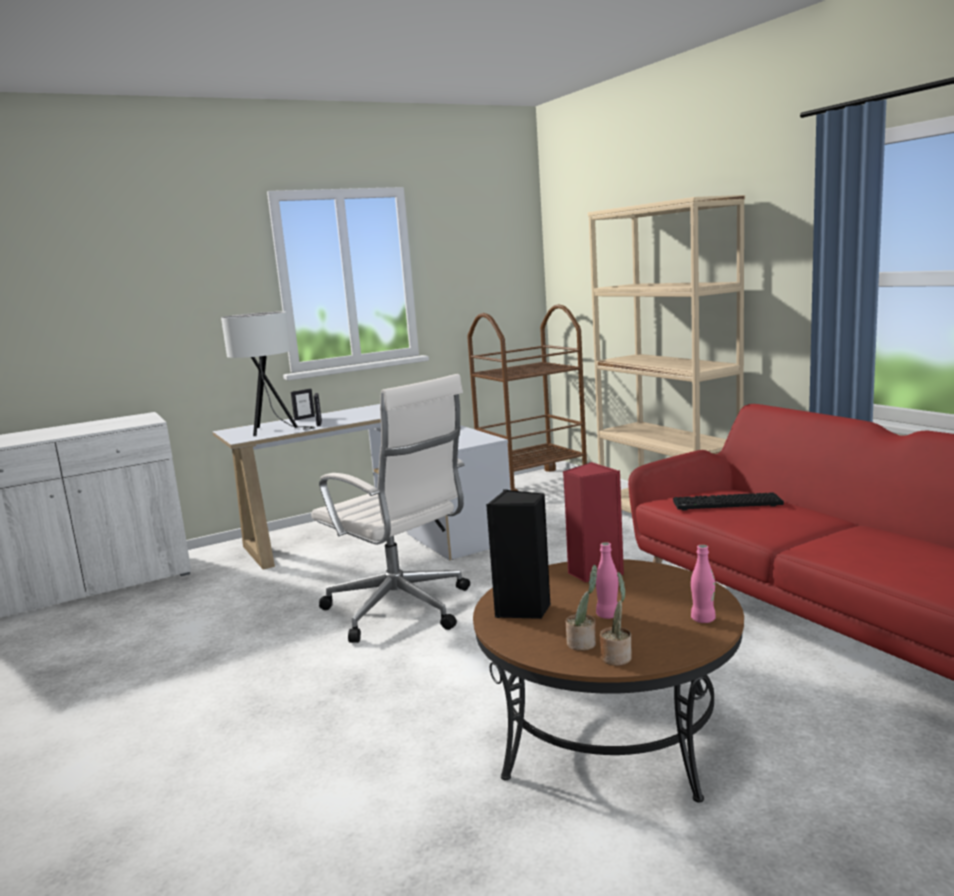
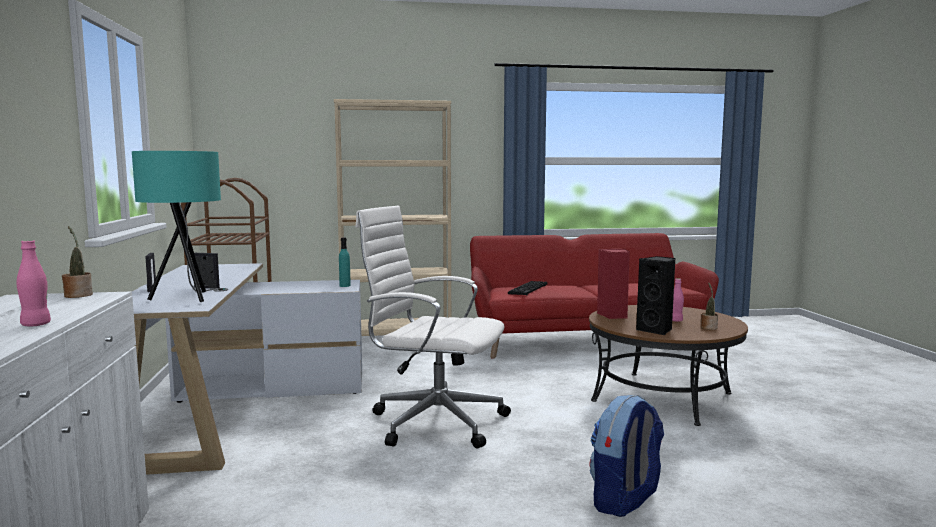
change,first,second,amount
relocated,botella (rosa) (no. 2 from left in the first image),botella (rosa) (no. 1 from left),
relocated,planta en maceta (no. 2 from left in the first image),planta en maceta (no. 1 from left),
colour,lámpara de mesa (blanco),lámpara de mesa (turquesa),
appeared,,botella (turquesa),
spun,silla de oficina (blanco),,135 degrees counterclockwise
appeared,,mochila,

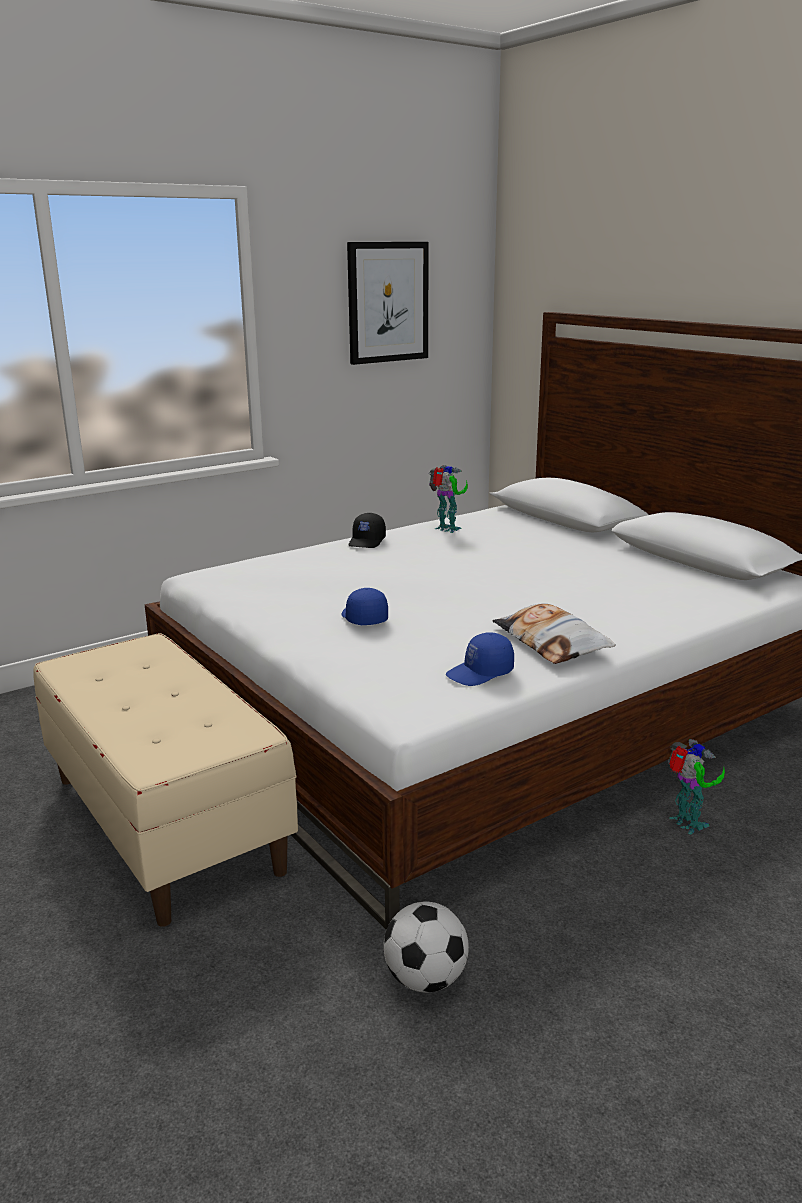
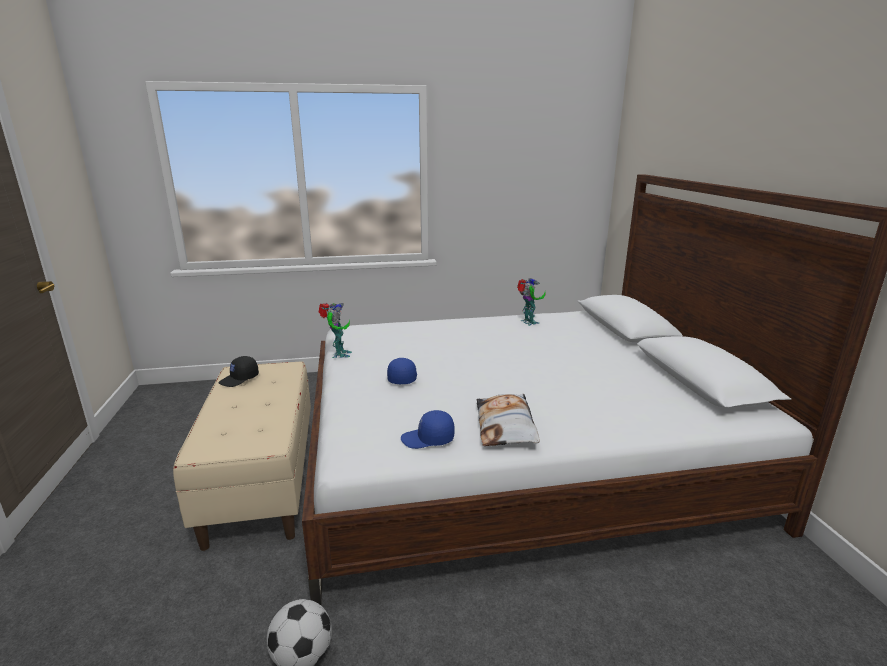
change,first,second,amount
relocated,gorra (negro),,
relocated,robot de juguete (no. 2 from left in the first image),robot de juguete (no. 1 from left),
missing,cuadro,,

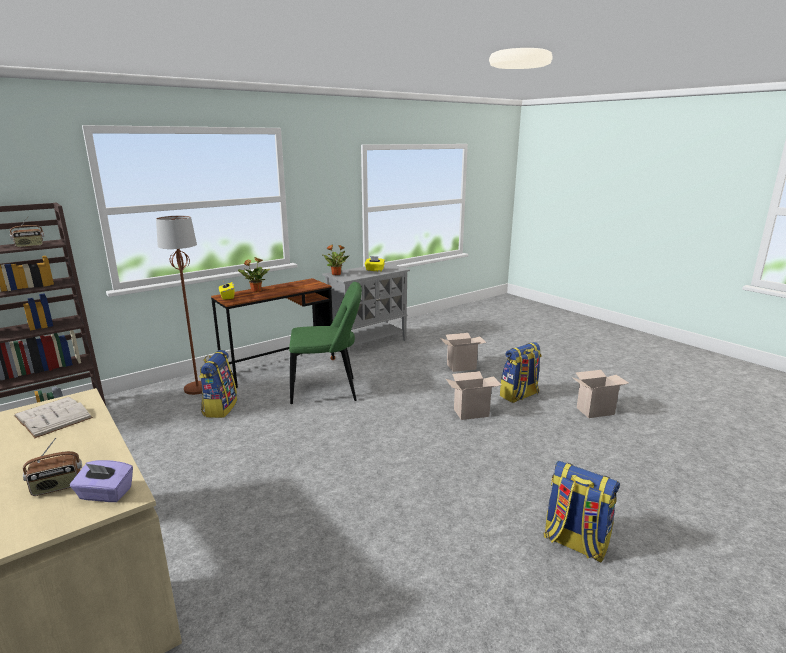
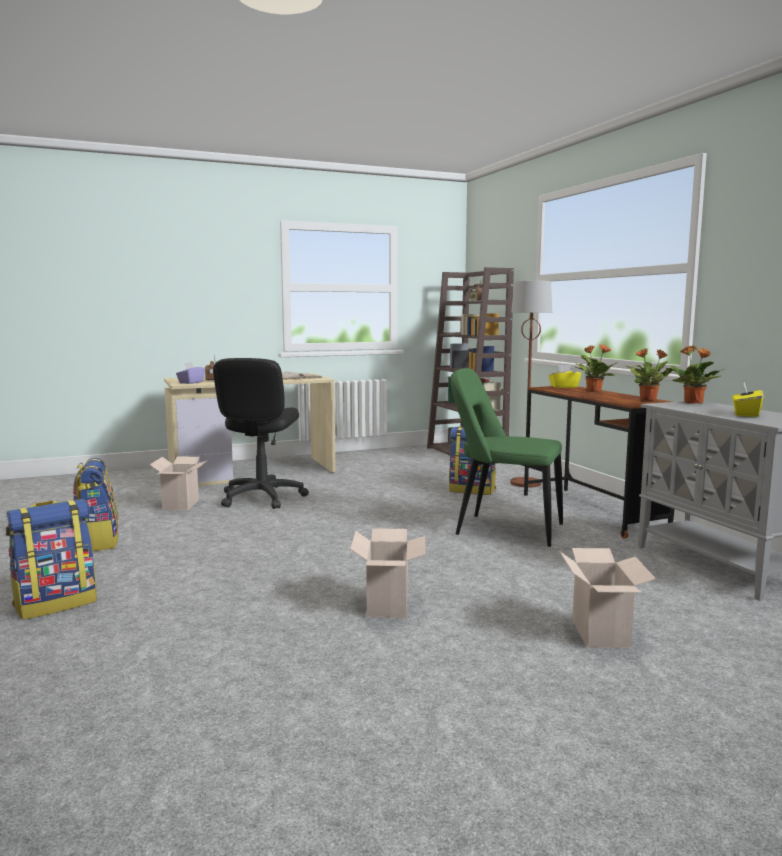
change,first,second,amount
relocated,mochila (no. 2 from left),,
relocated,caja de cartón (no. 3 from left in the first image),caja de cartón (no. 1 from left),
appeared,,silla de oficina (negro),
spun,silla (verde),,105 degrees clockwise
appeared,,planta en maceta (no. 2 from left),

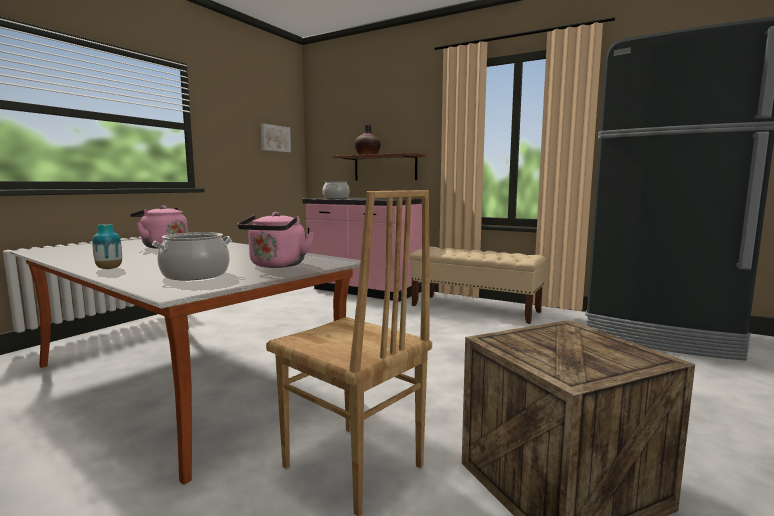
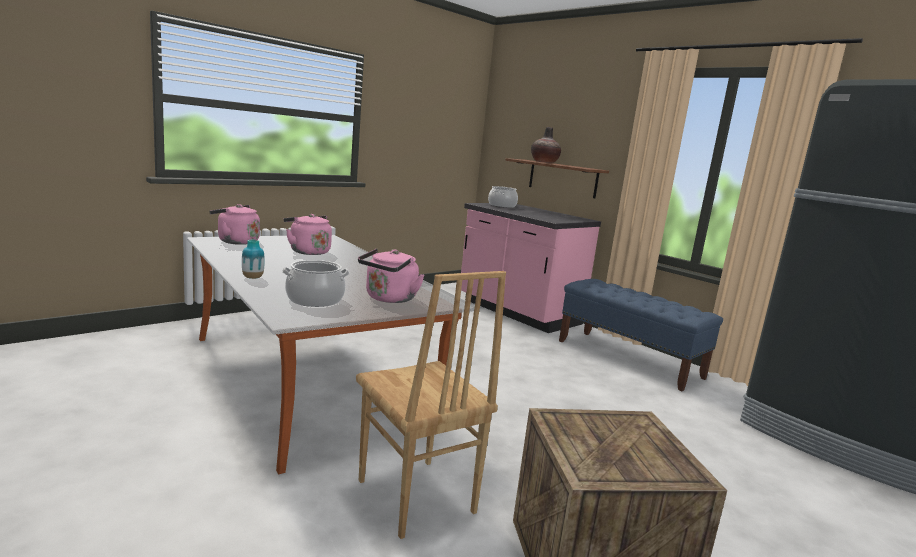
change,first,second,amount
appeared,,hervidor (rosa) (no. 1 from left),
colour,banco (beis),banco (azul),
missing,cuadro,,

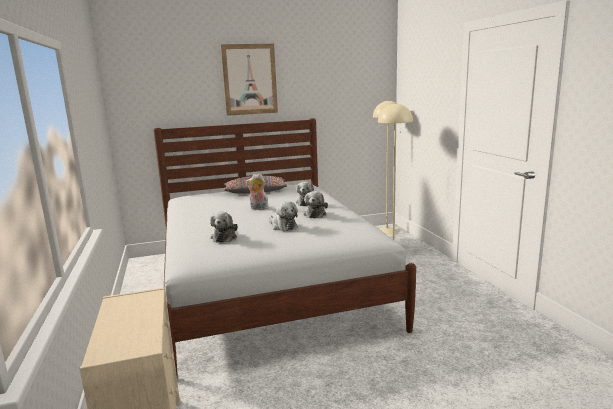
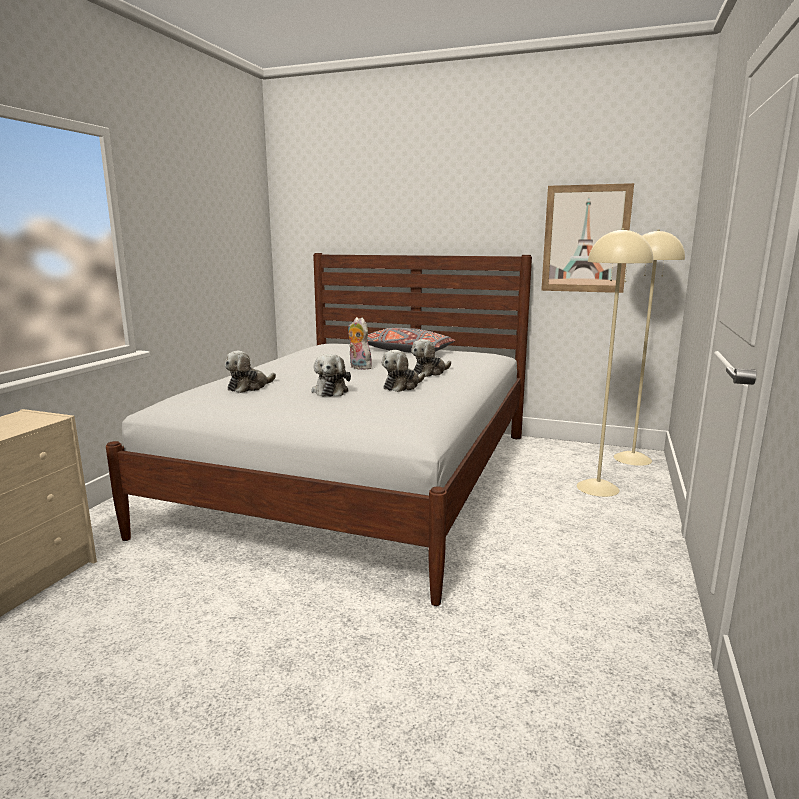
change,first,second,amount
relocated,cuadro,,

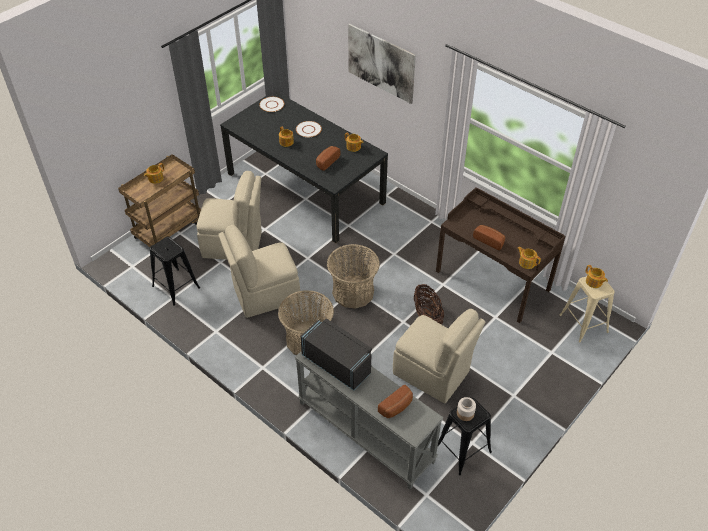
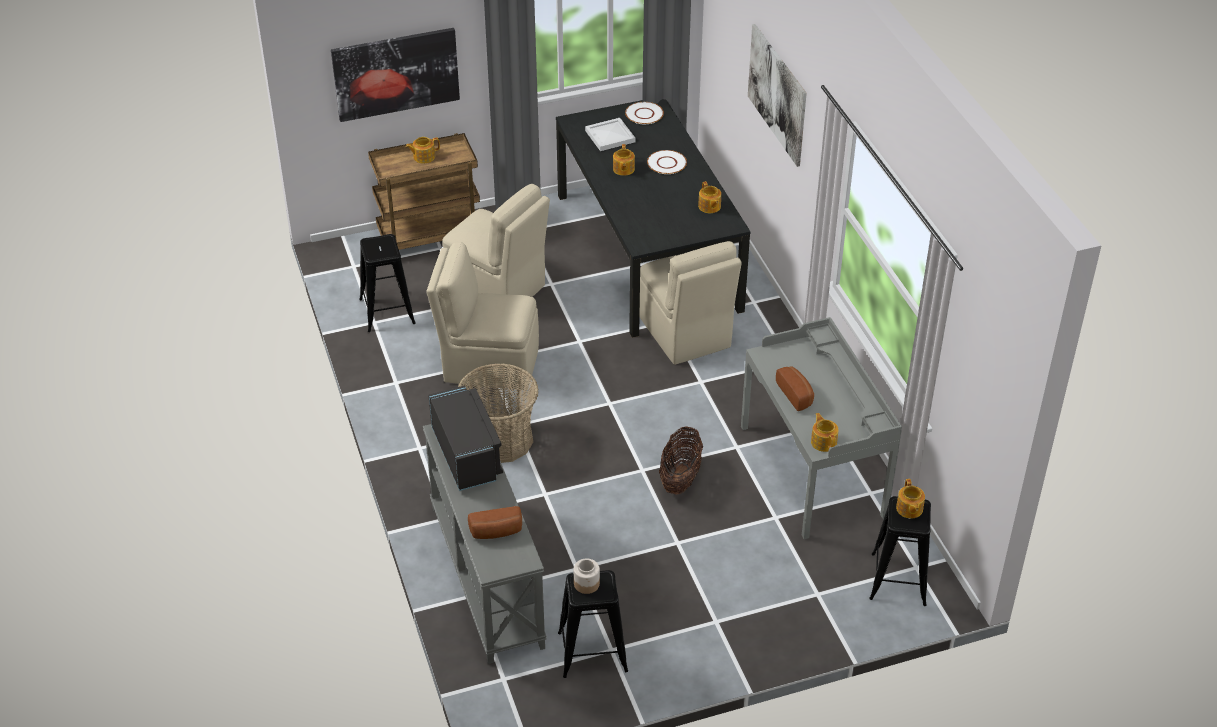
change,first,second,amount
appeared,,cuadro (no. 1 from left),
appeared,,bandeja (blanco),
relocated,silla (beis) (no. 3 from left),,
colour,escritorio (marrón),escritorio (gris),
colour,taburete (beis),taburete (negro) (no. 3 from left),
missing,pan (no. 1 from left),,
missing,cesta (no. 2 from left),,

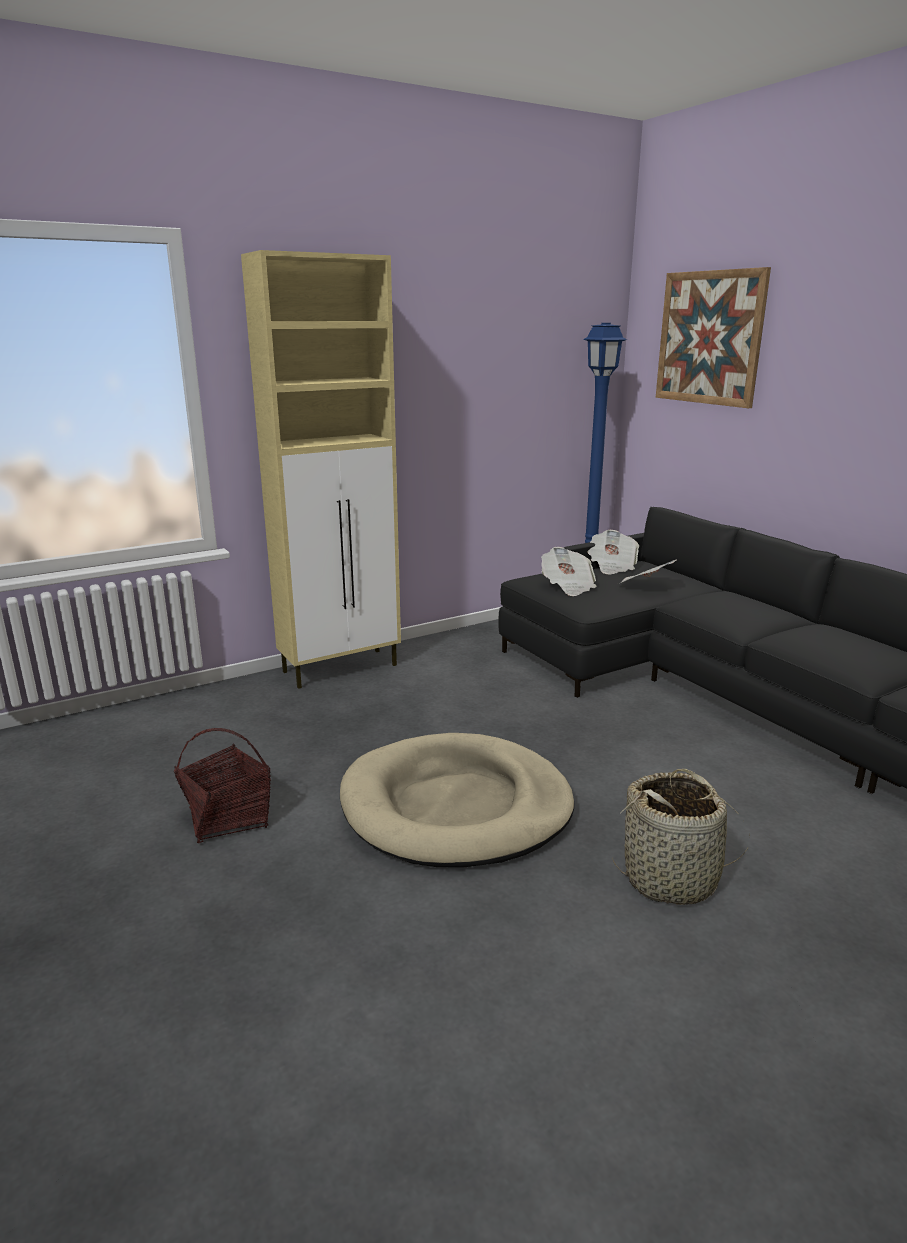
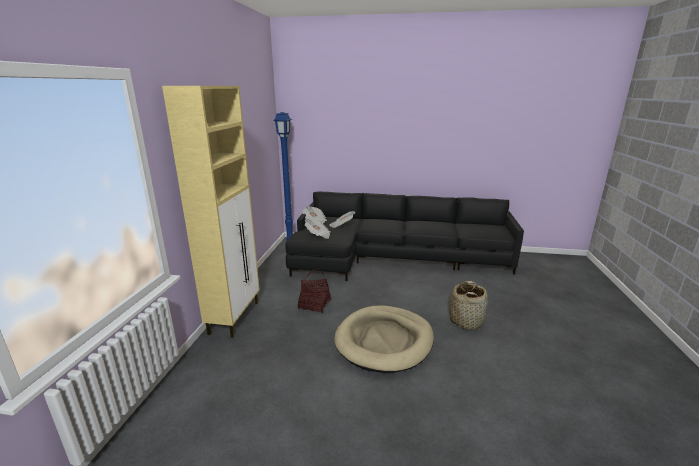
change,first,second,amount
relocated,cesta (no. 1 from left),,
missing,cuadro,,

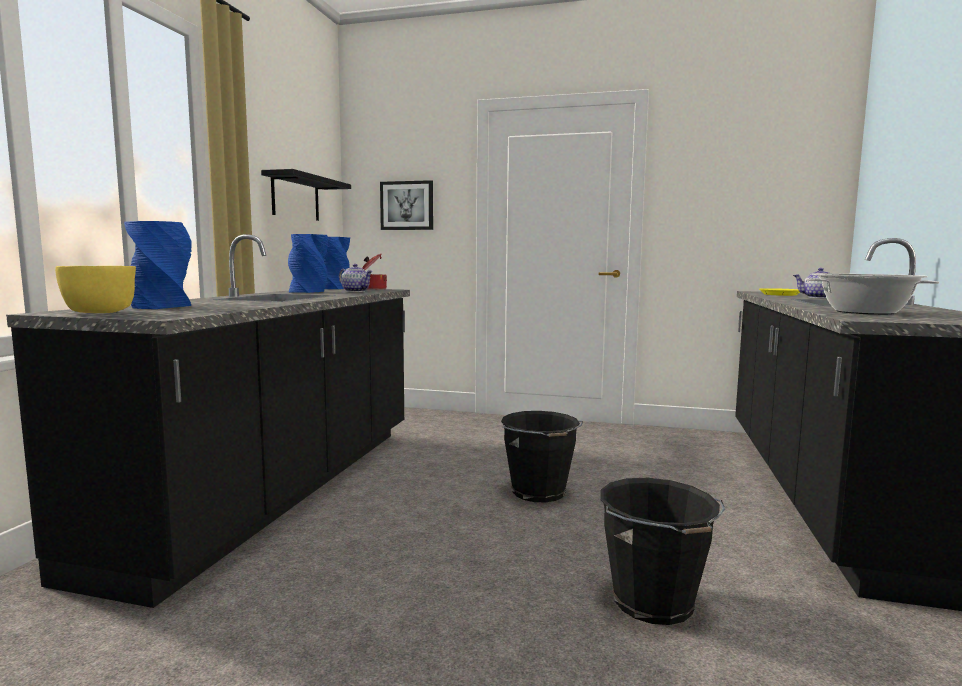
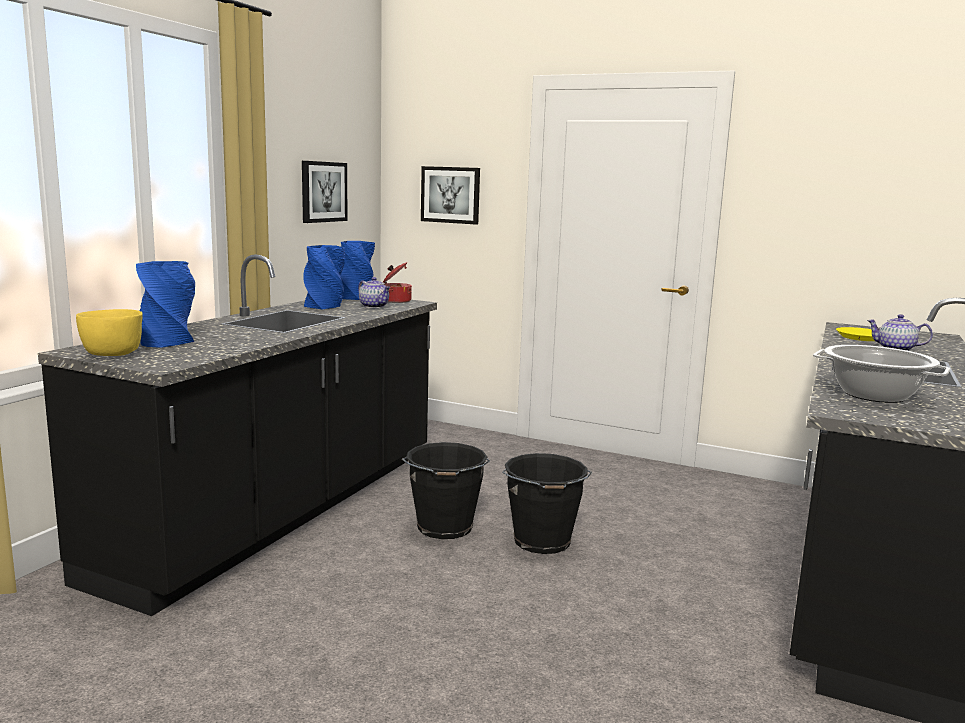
change,first,second,amount
exchanged,estante (negro),cuadro (no. 1 from left),
relocated,cubo (negro) (no. 2 from left in the first image),cubo (negro) (no. 1 from left),

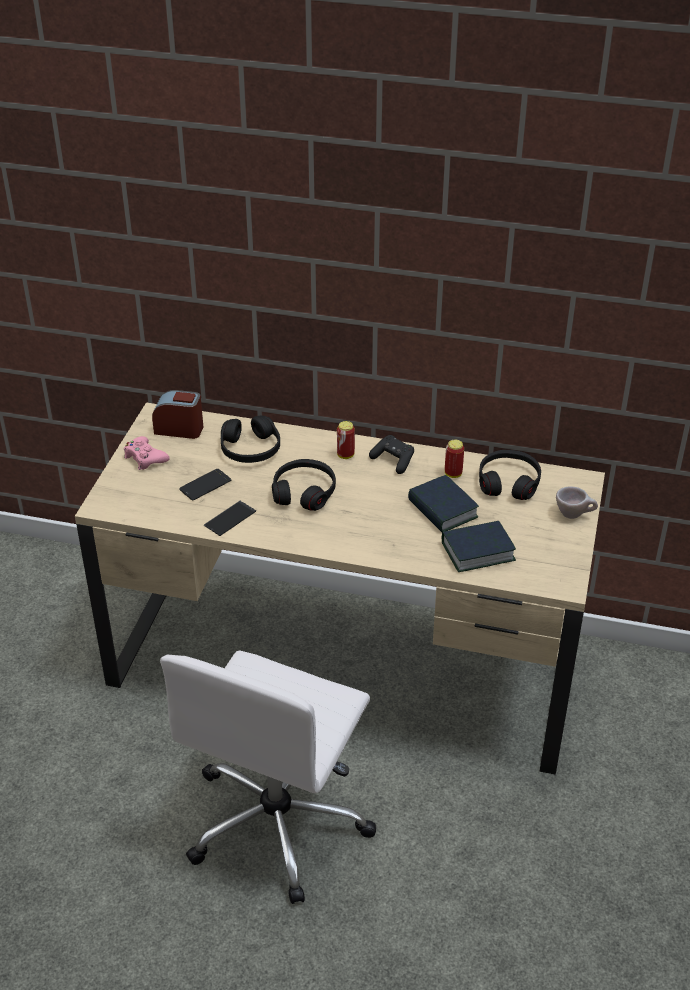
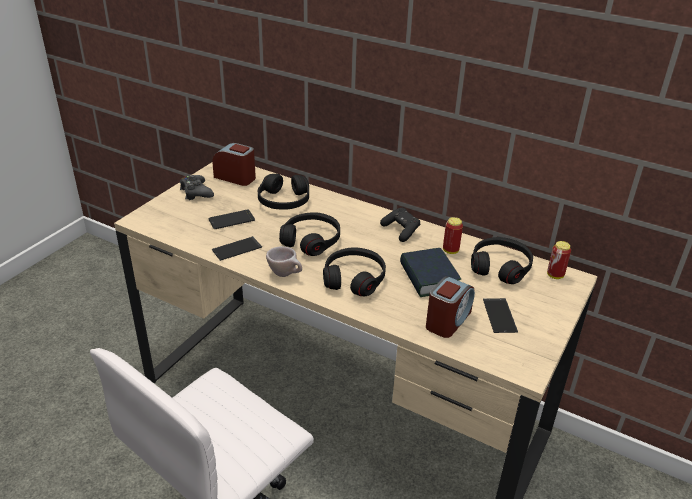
change,first,second,amount
colour,mando de consola (rosa),mando de consola (negro) (no. 1 from left),
relocated,taza (beis),,
appeared,,auriculares (negro) (no. 3 from left),
exchanged,libro (no. 2 from left),despertador (no. 2 from left),
appeared,,móvil (no. 3 from left),
relocated,lata (no. 1 from left in the first image),lata (no. 2 from left),

